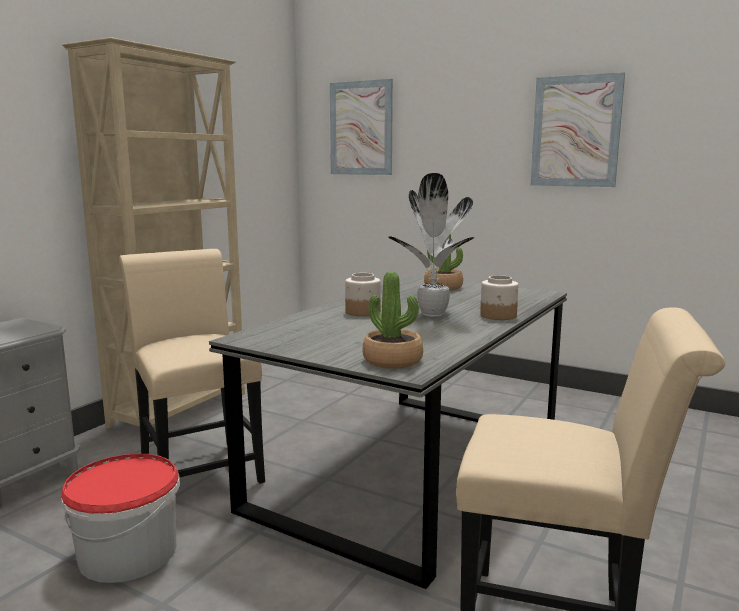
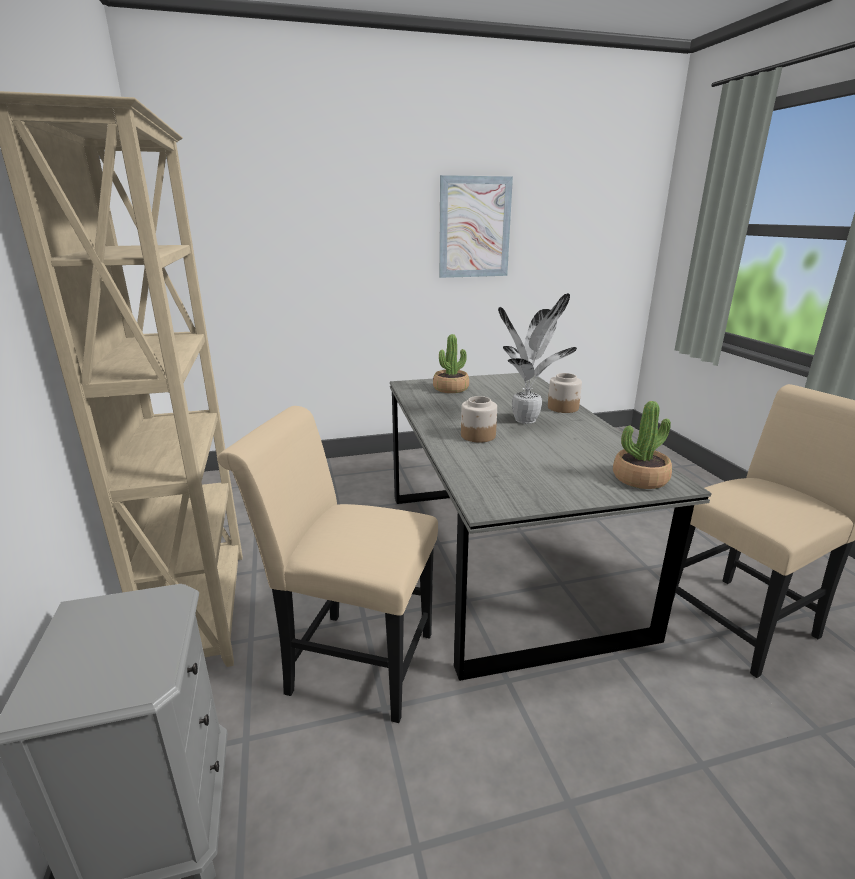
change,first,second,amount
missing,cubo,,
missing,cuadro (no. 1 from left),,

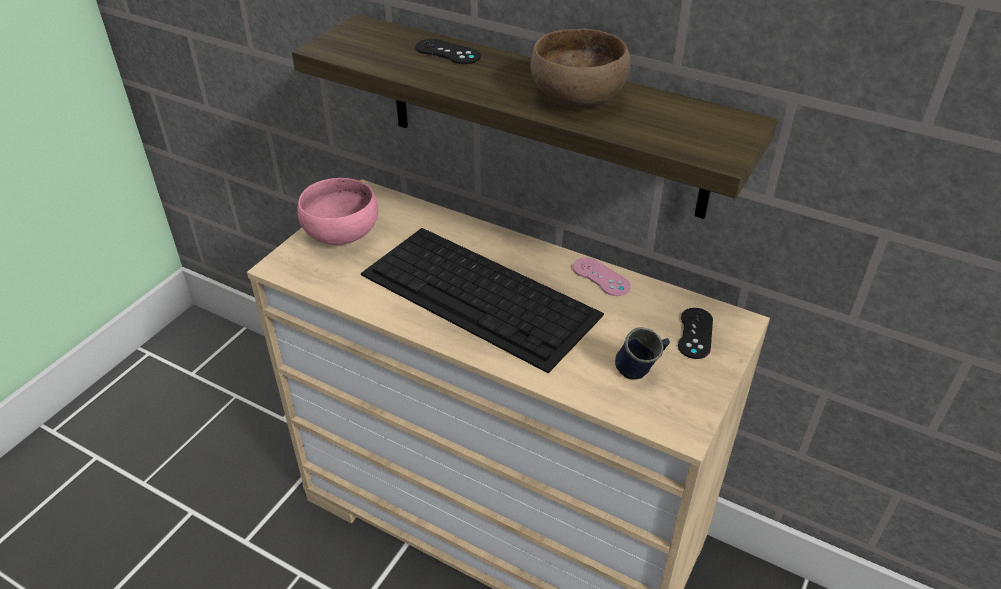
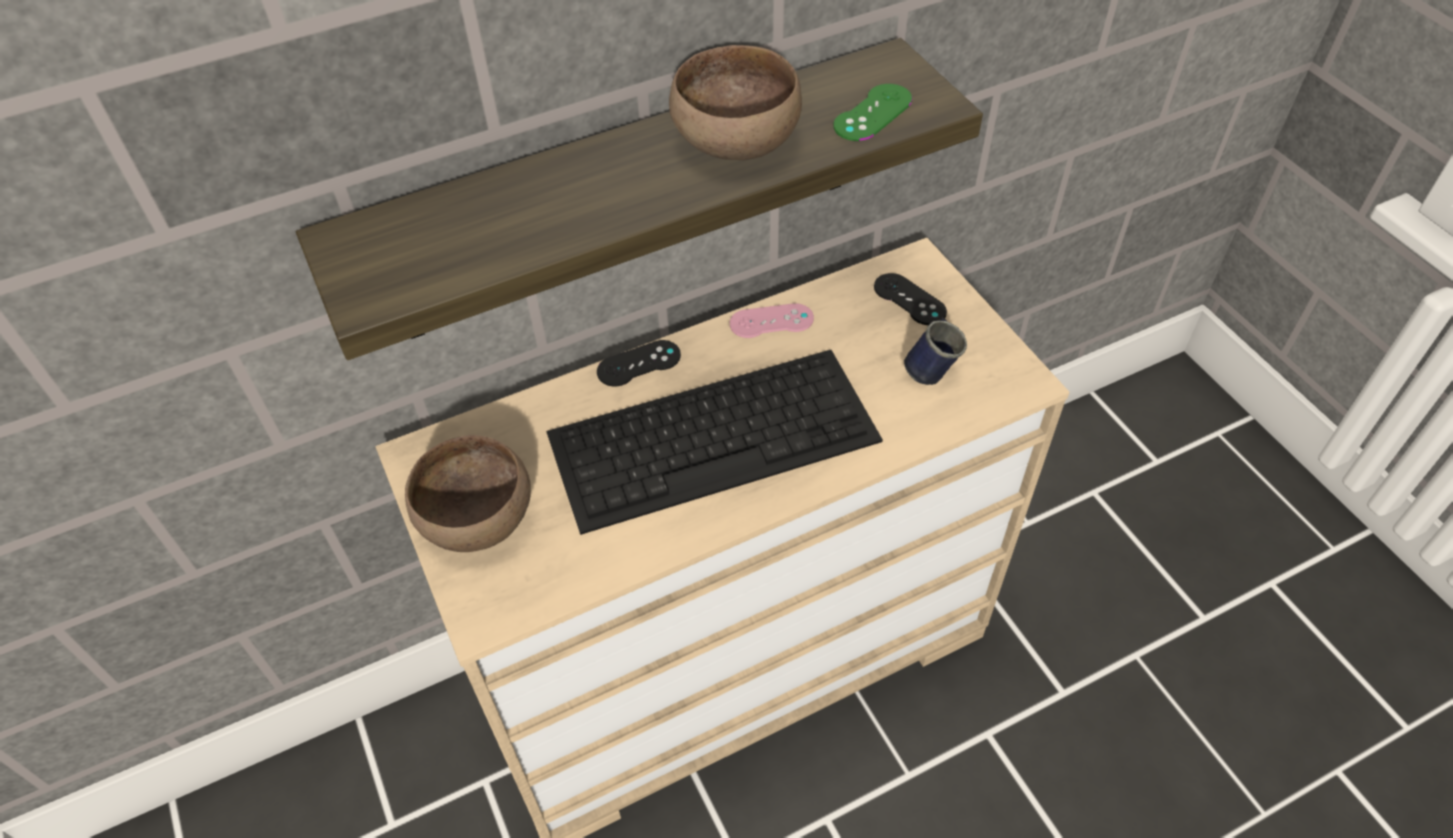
change,first,second,amount
colour,cuenco (rosa),cuenco (marrón) (no. 1 from left),
relocated,mando de consola (negro) (no. 1 from left),,
appeared,,mando de consola (verde),

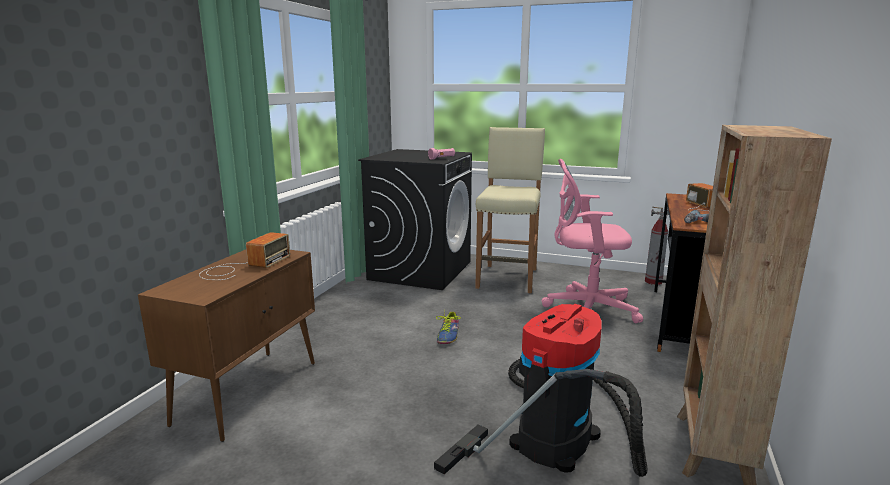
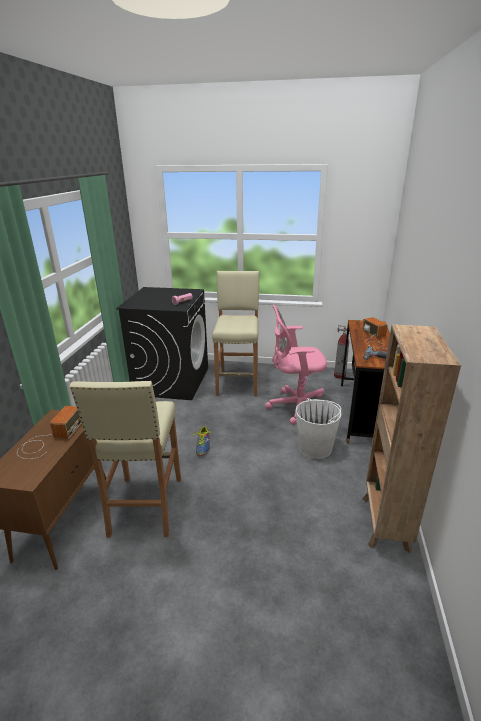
change,first,second,amount
appeared,,taburete (beis) (no. 1 from left),
appeared,,cubo (blanco),
missing,aspiradora,,

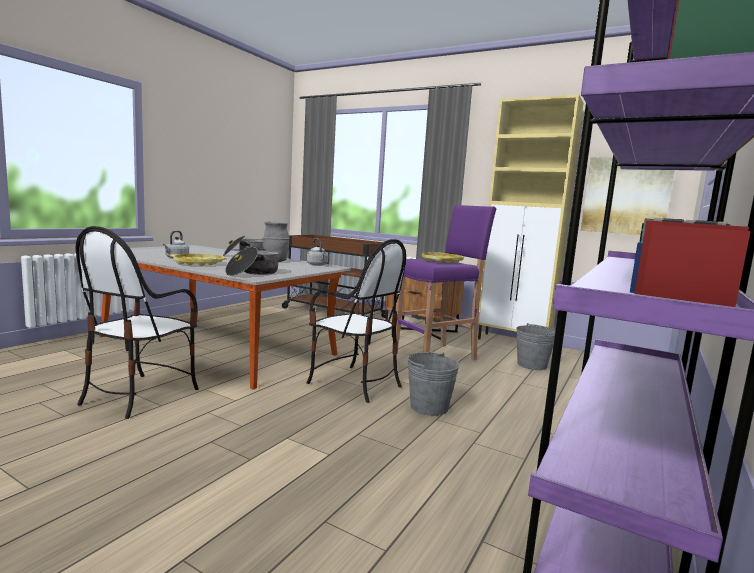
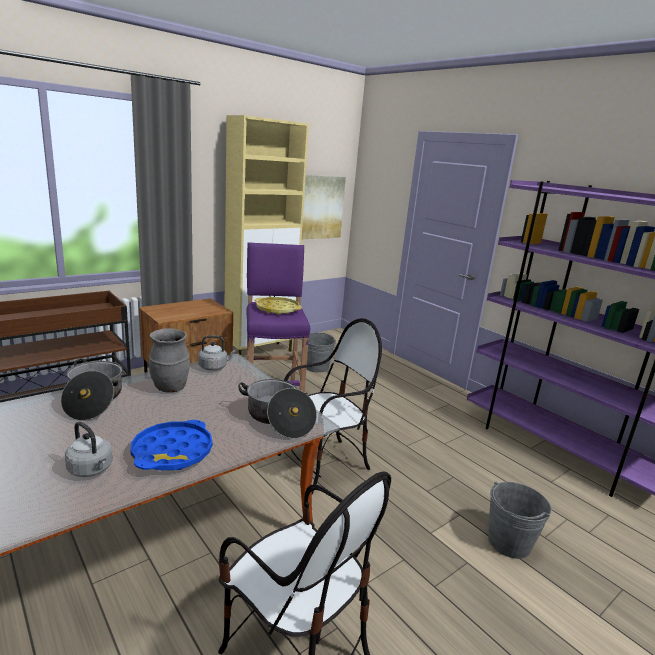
change,first,second,amount
colour,bandeja (amarillo) (no. 1 from left),bandeja (azul),
relocated,cubo (gris) (no. 1 from left in the first image),cubo (gris) (no. 2 from left),

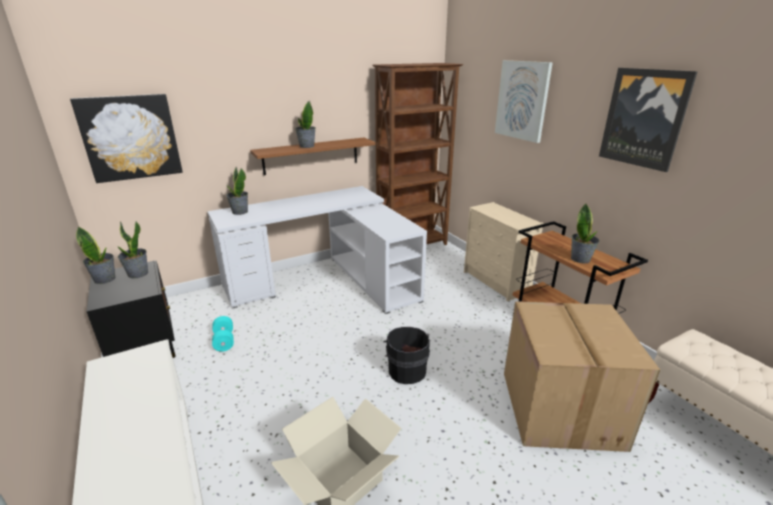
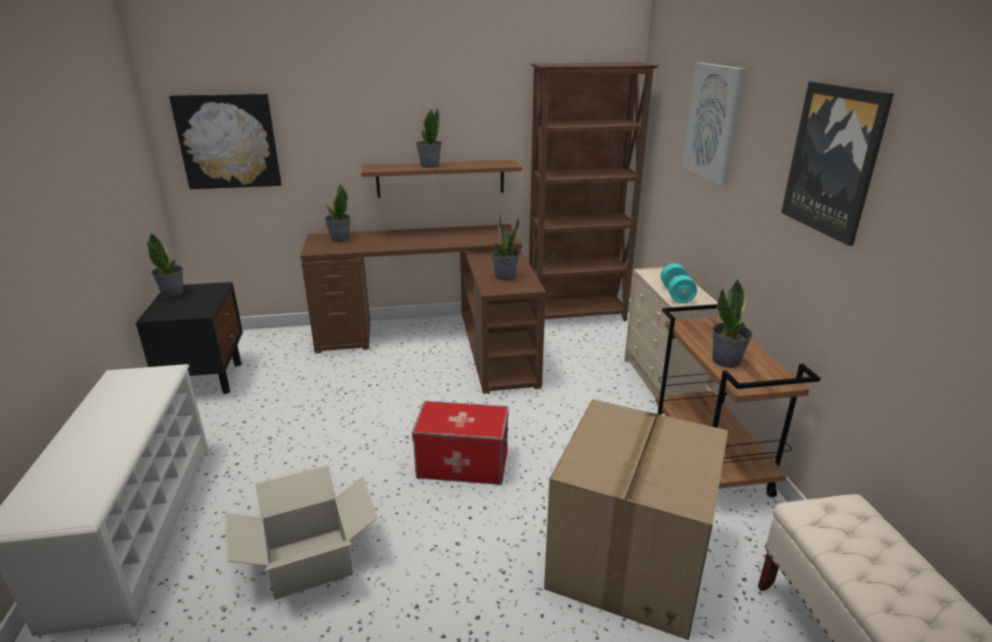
change,first,second,amount
colour,escritorio (blanco),escritorio (marrón),
exchanged,cubo (negro),caja de almacenaje,
relocated,planta en maceta (no. 2 from left in the first image),planta en maceta (no. 4 from left),
relocated,mancuerna (turquesa),,

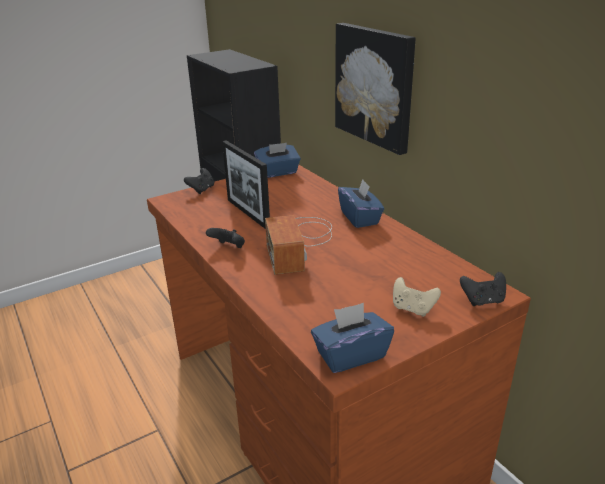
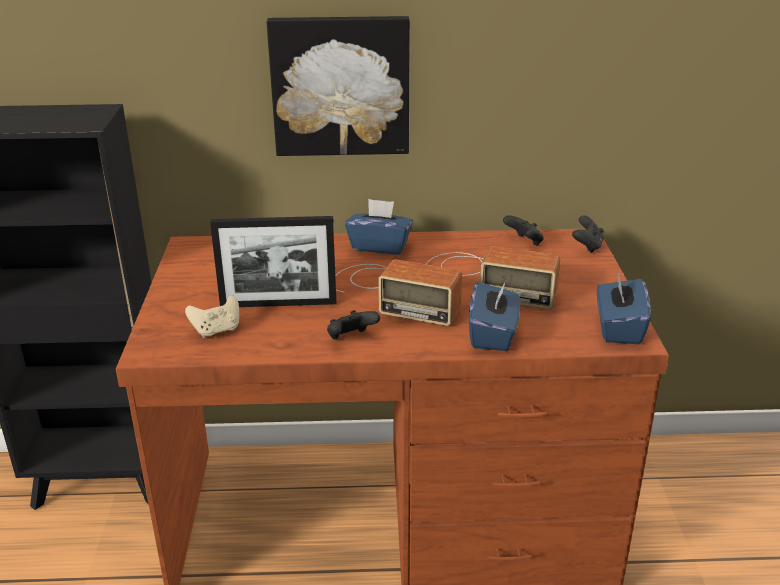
change,first,second,amount
relocated,mando de consola (beis),,
appeared,,radio (no. 2 from left),
relocated,caja de pañuelos (azul) (no. 1 from left in the first image),caja de pañuelos (azul) (no. 2 from left),
relocated,mando de consola (negro) (no. 1 from left in the first image),mando de consola (negro) (no. 2 from left),

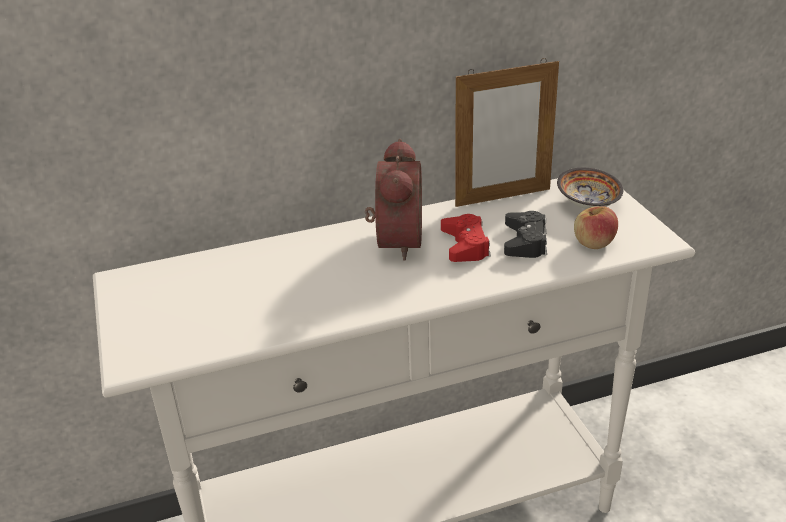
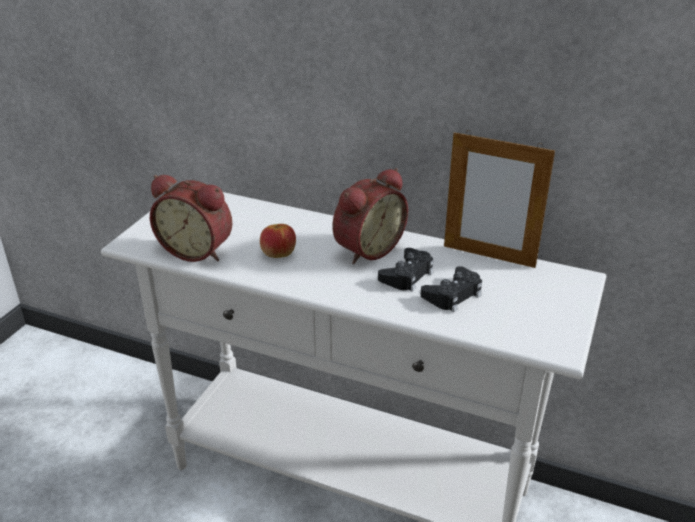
change,first,second,amount
appeared,,despertador (no. 1 from left),
relocated,manzana,,
colour,mando de consola (rojo),mando de consola (negro) (no. 1 from left),
missing,cuenco,,

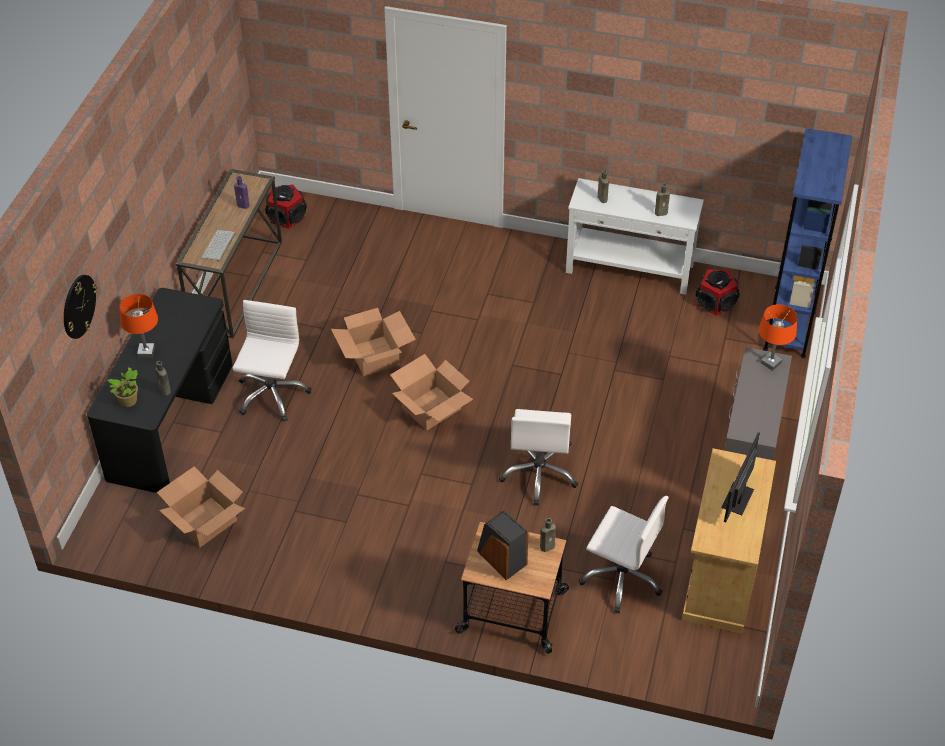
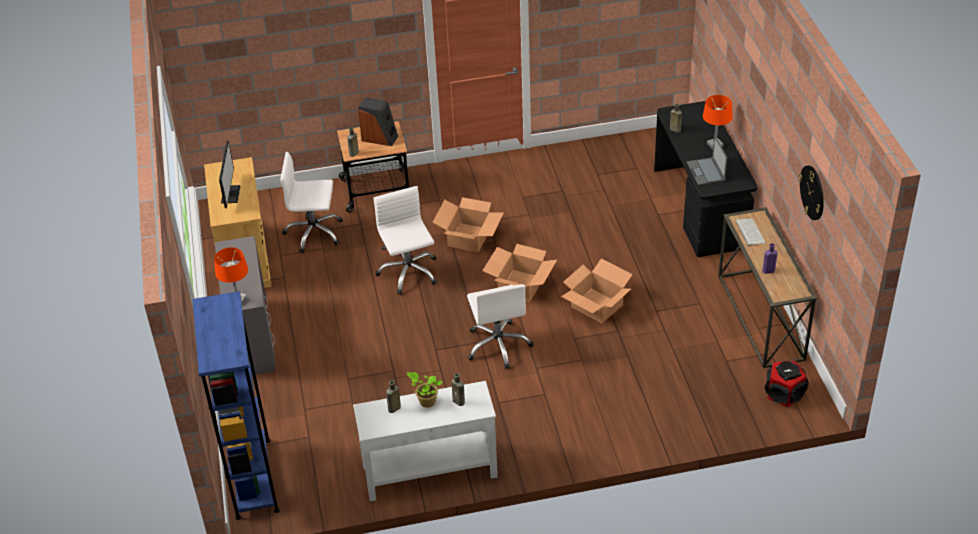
change,first,second,amount
relocated,planta en maceta,,
relocated,caja de cartón (no. 1 from left),,
relocated,silla de oficina (blanco) (no. 1 from left in the first image),silla de oficina (blanco) (no. 3 from left),
appeared,,portátil,
relocated,reloj de pared,,
missing,altavoz (no. 3 from left),,

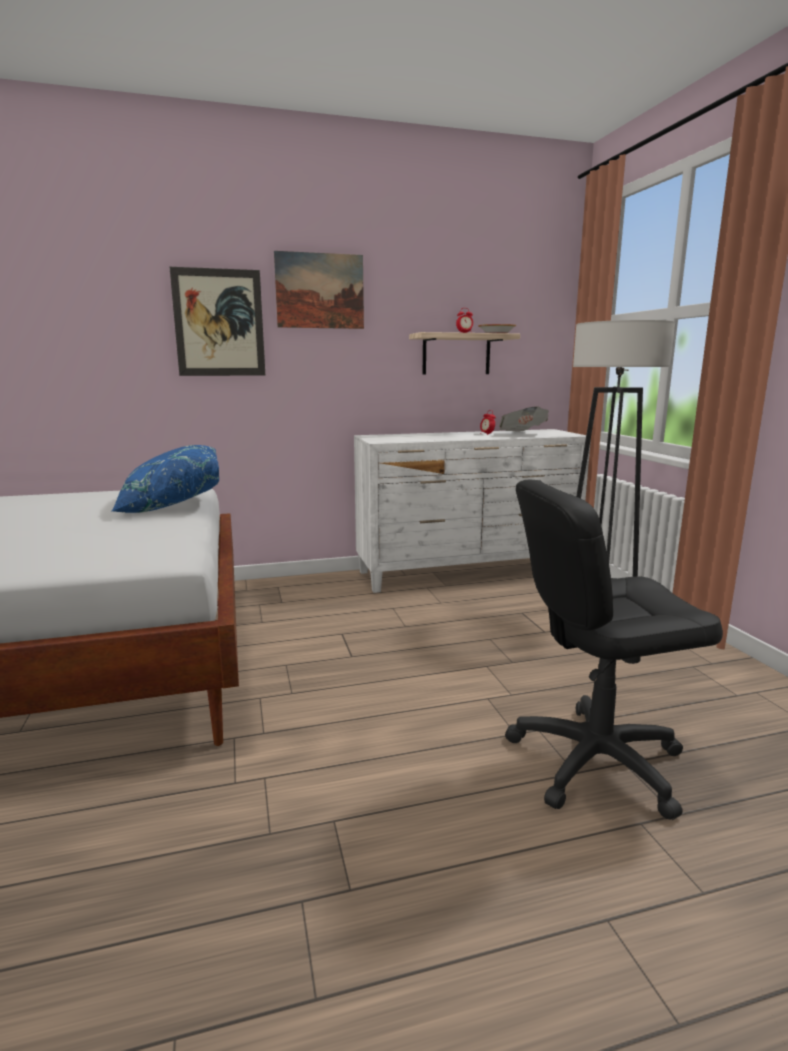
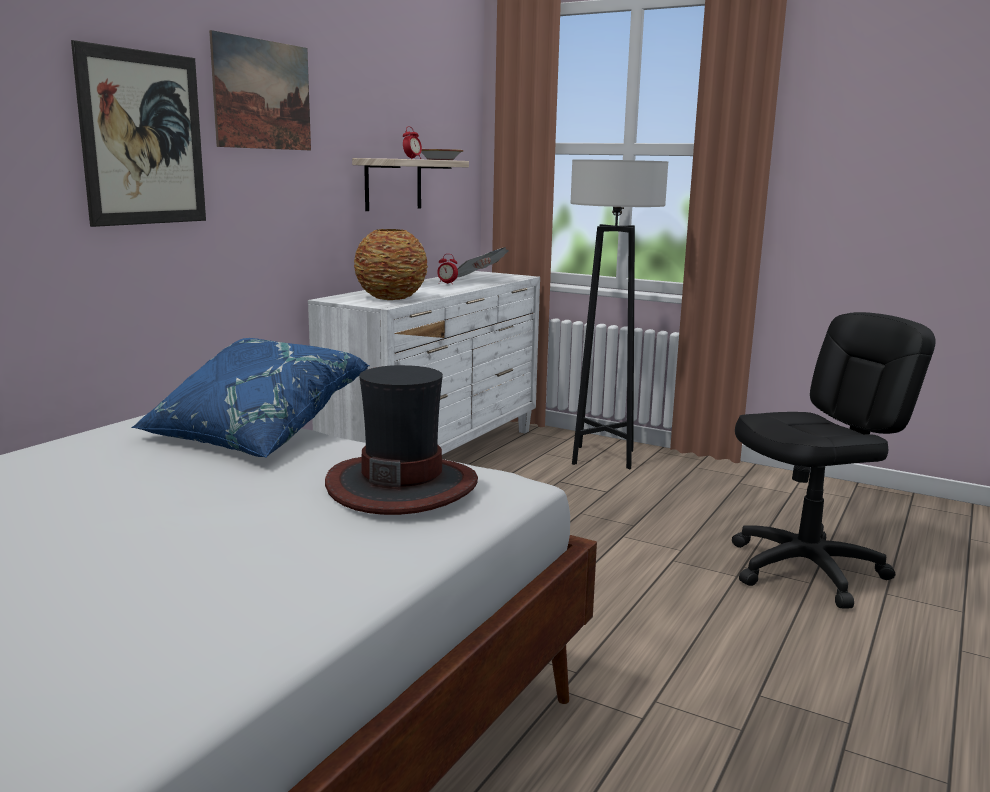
change,first,second,amount
appeared,,sombrero,
appeared,,florero,
spun,silla de oficina (negro),,150 degrees counterclockwise

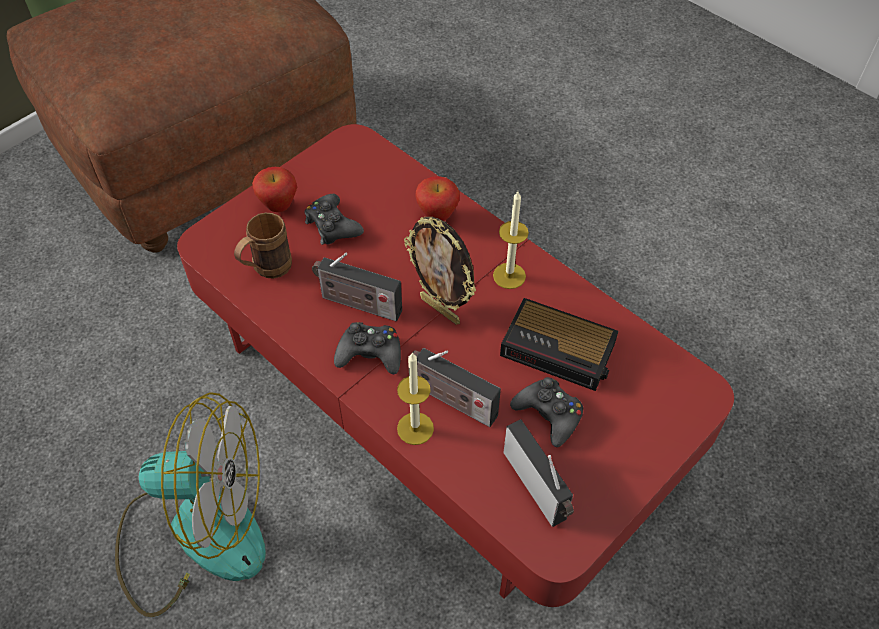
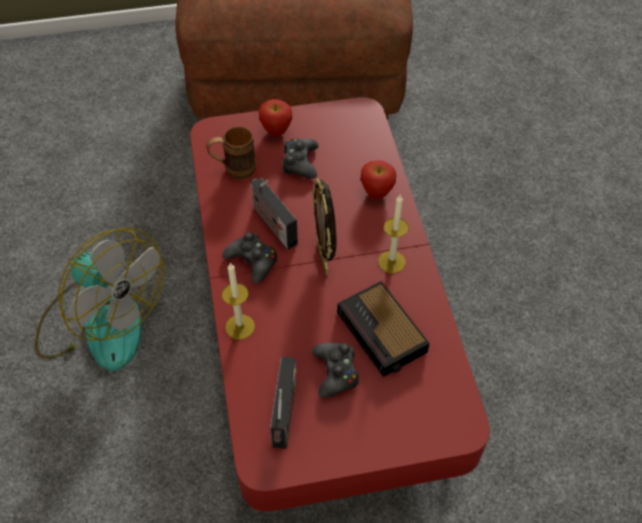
change,first,second,amount
missing,radio (no. 2 from left),,

